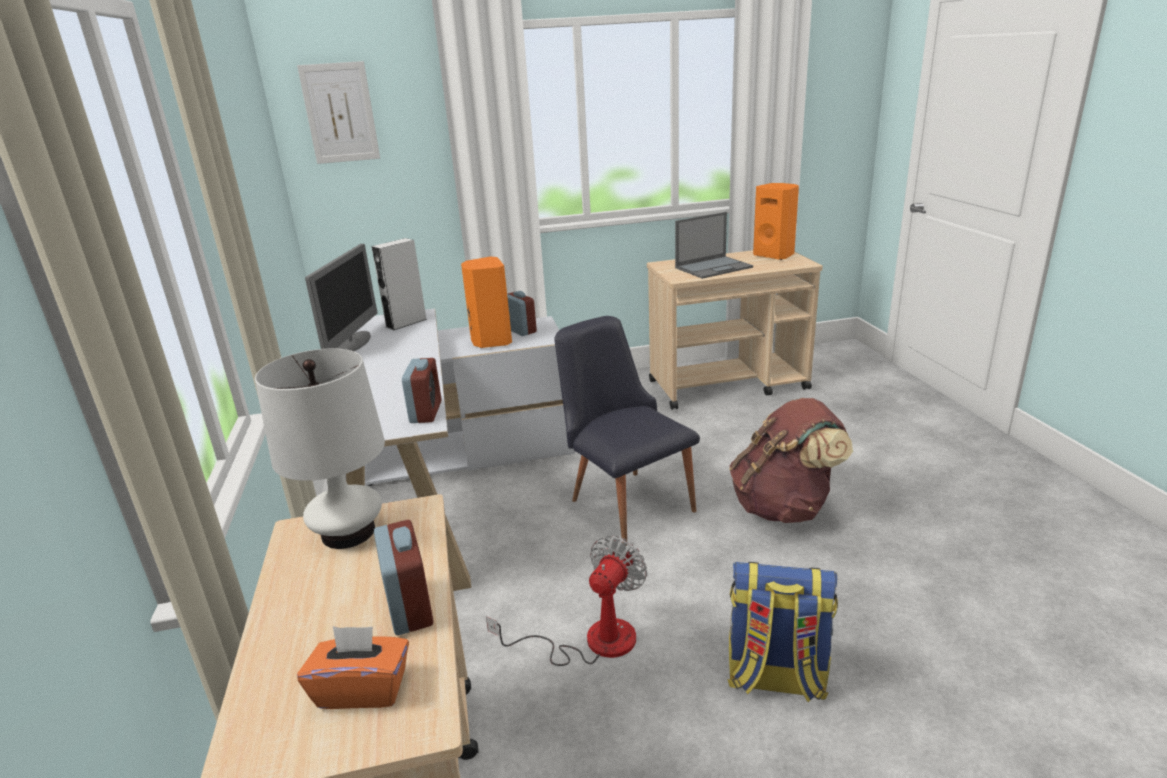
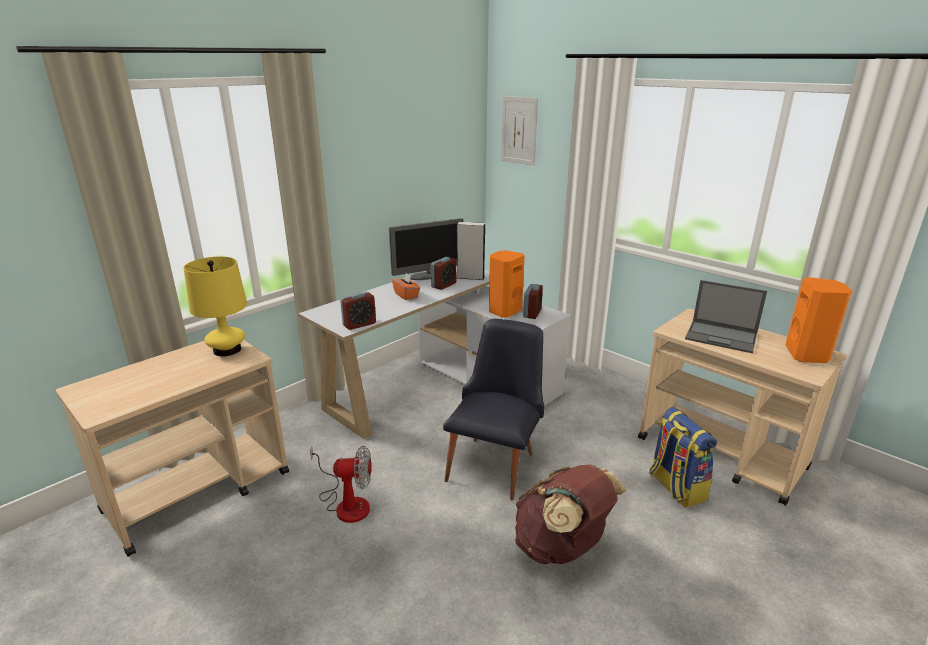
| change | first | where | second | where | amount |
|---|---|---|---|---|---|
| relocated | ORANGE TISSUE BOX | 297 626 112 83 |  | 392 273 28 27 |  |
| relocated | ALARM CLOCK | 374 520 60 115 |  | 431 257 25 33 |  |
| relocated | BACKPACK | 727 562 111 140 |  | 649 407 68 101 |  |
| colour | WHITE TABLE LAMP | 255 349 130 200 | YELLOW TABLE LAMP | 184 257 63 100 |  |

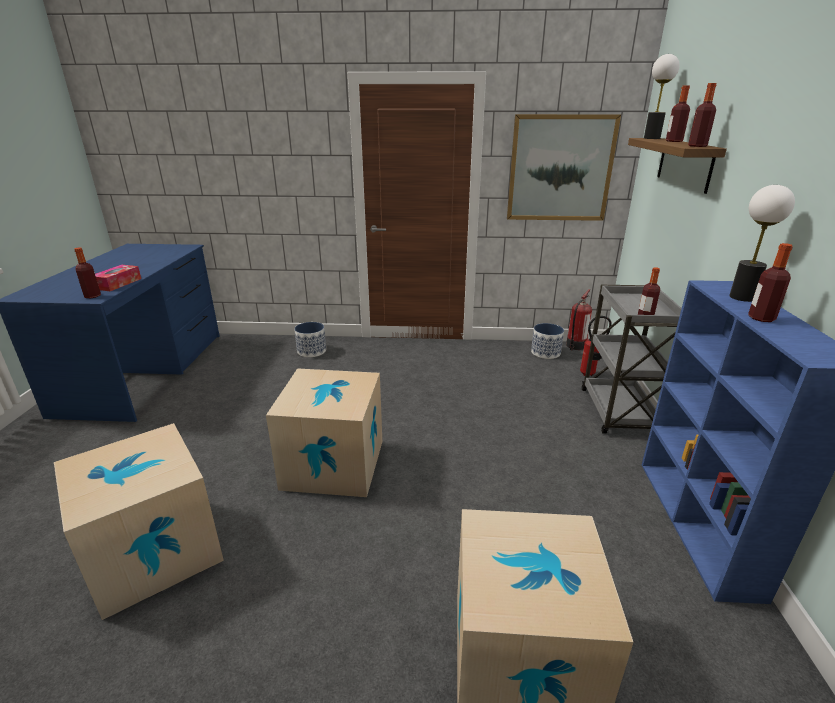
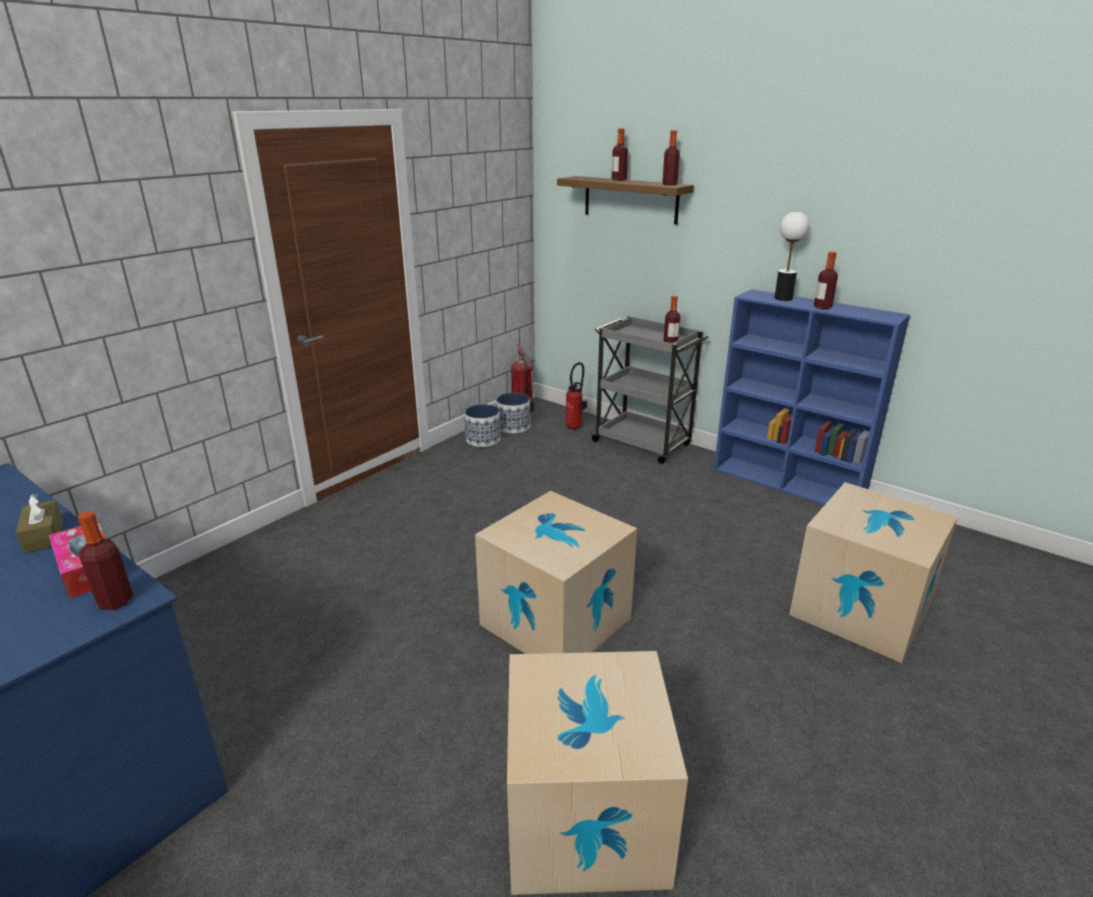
| change | first | where | second | where | amount |
|---|---|---|---|---|---|
| missing | PICTURE | 507 114 114 107 |  |  |  |
| missing | TABLE LAMP | 644 54 36 85 |  |  |  |
| appeared |  |  | BROWN TISSUE BOX | 16 494 47 59 |  |
| relocated | PLANTER | 294 322 32 35 |  | 464 404 37 43 |  |

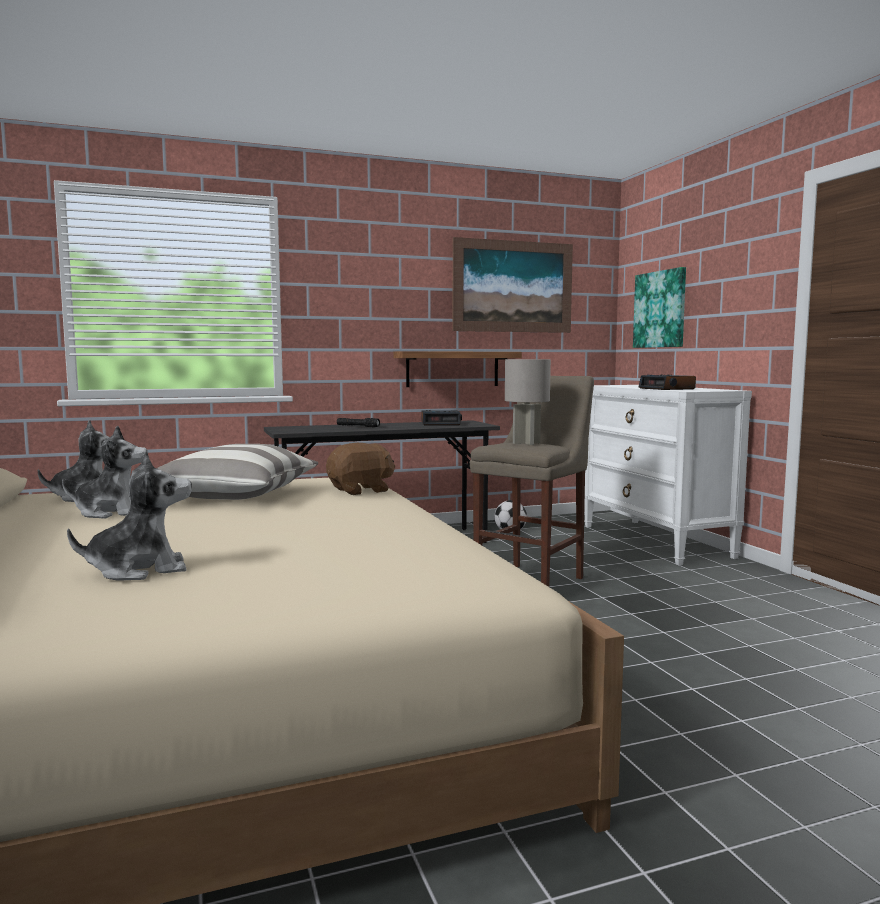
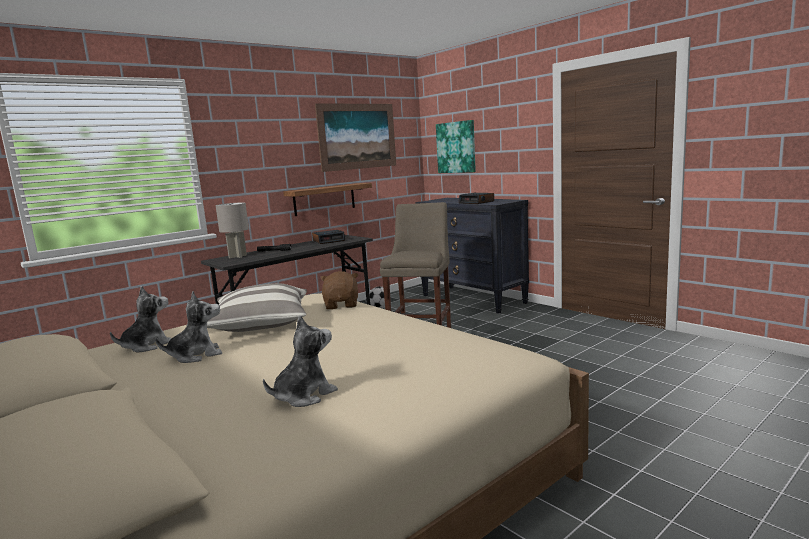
| change | first | where | second | where | amount |
|---|---|---|---|---|---|
| relocated | GREY TABLE LAMP | 505 359 46 86 |  | 216 202 33 56 |  |
| colour | WHITE DRESSER | 584 385 168 180 | BLACK DRESSER | 416 198 113 116 |  |
| spun | BROWN PLUSH TOY | 326 443 69 52 |  | 320 271 39 38 | 45 degrees counterclockwise |

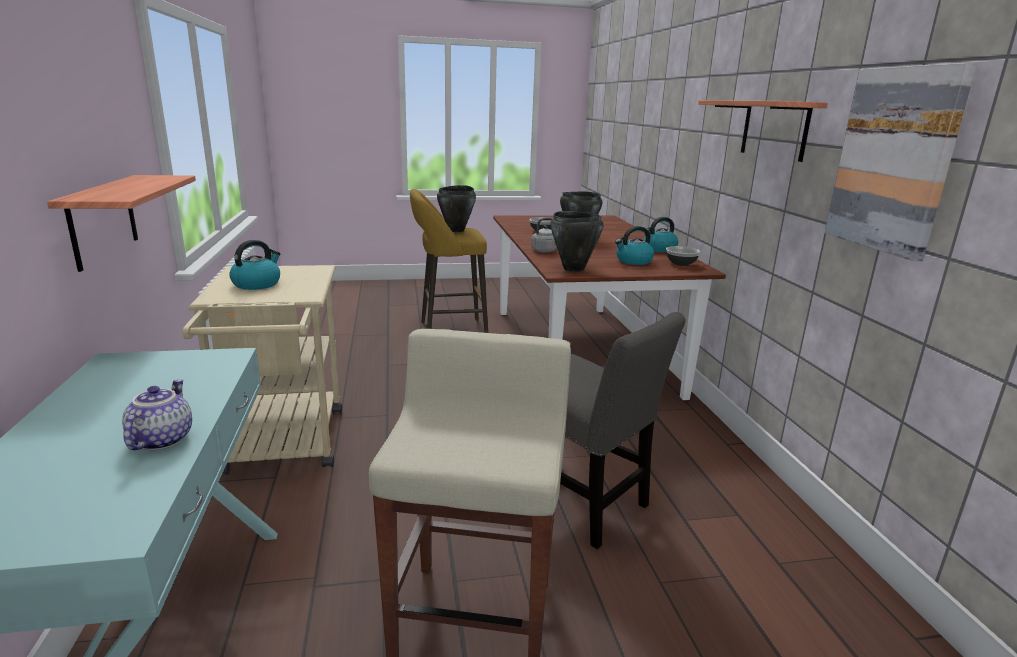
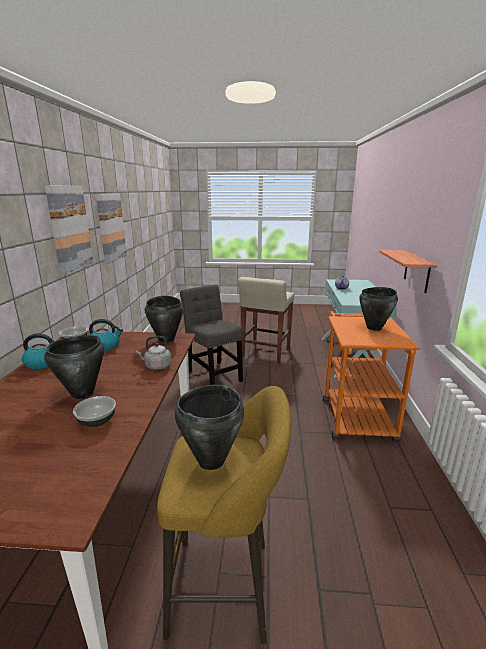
| change | first | where | second | where | amount |
|---|---|---|---|---|---|
| exchanged | KETTLE | 229 240 51 50 | BLACK COOKING POT | 359 287 39 44 |  |
| exchanged | SHELF | 698 100 130 62 | PICTURE | 45 185 48 89 |  |
| colour | BEIGE CART | 183 265 159 210 | ORANGE CART | 323 311 97 131 |  |

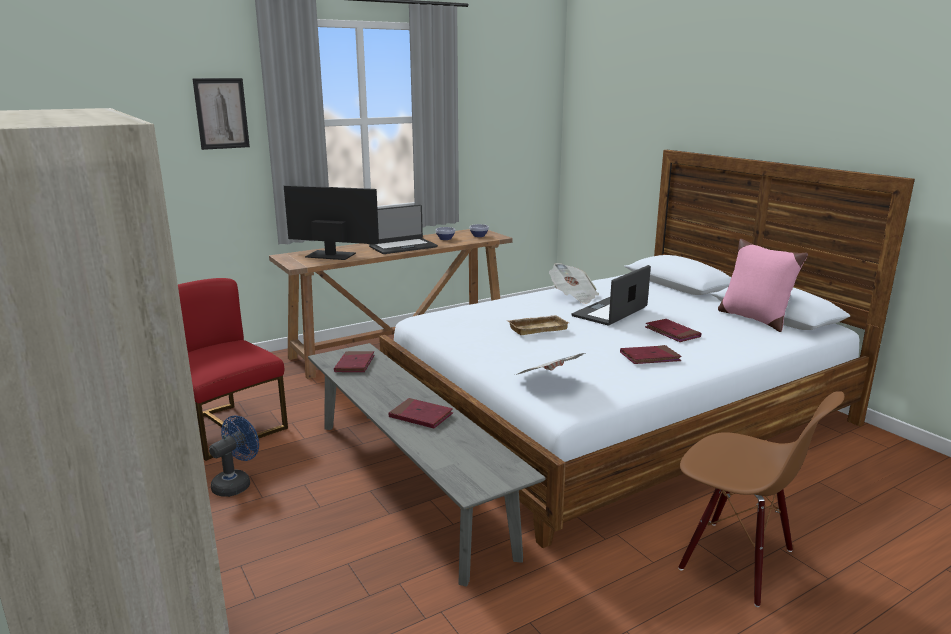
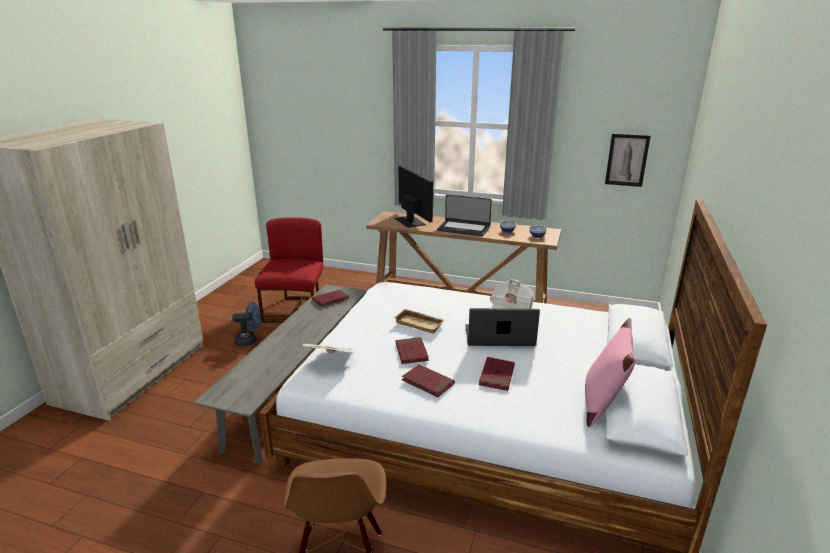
| change | first | where | second | where | amount |
|---|---|---|---|---|---|
| relocated | PICTURE | 192 78 58 72 |  | 605 134 46 53 |  |
| relocated | RED BOOK | 389 398 64 31 |  | 396 337 33 27 |  |

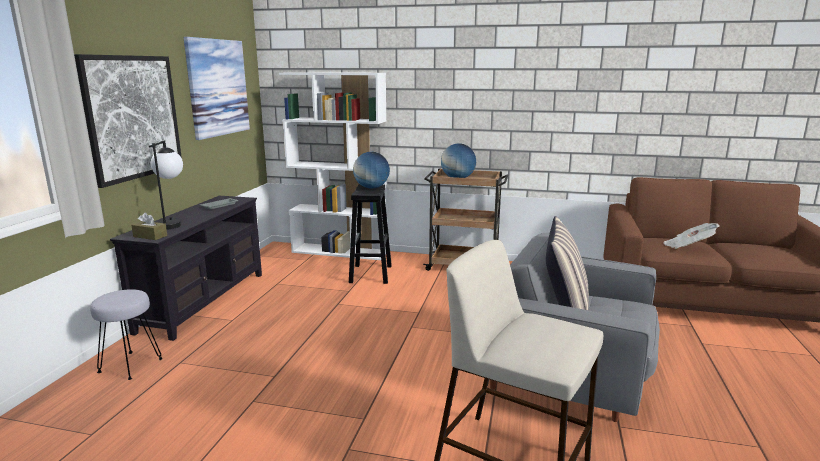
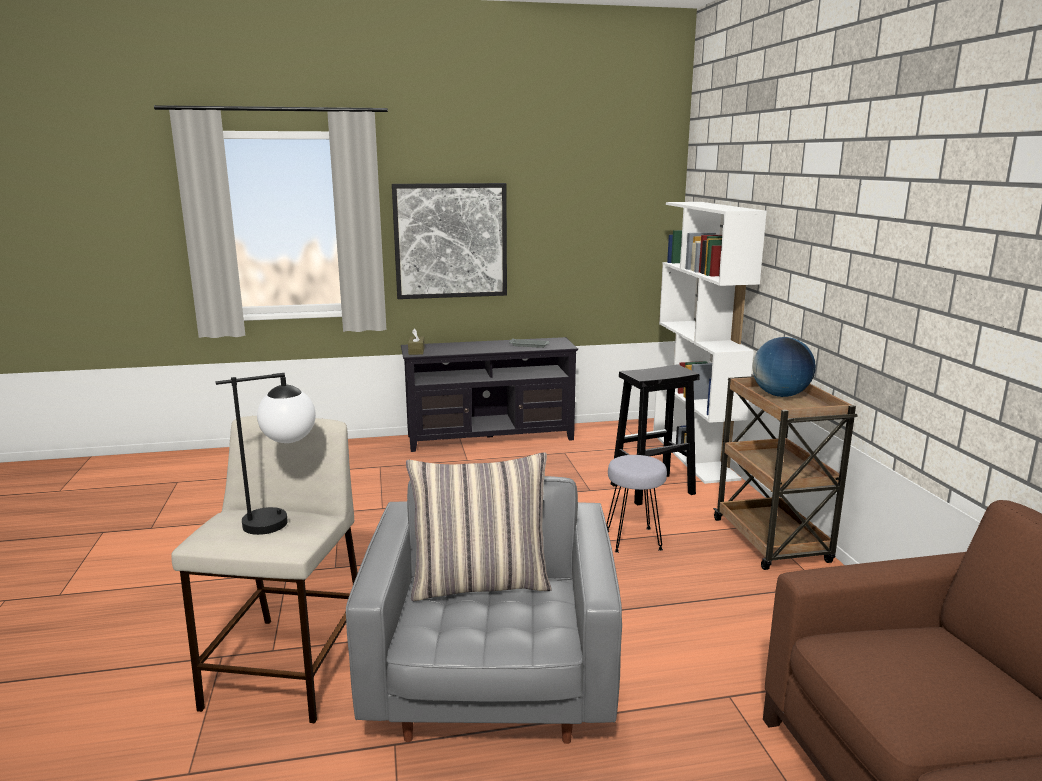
| change | first | where | second | where | amount |
|---|---|---|---|---|---|
| missing | PICTURE | 183 37 67 103 |  |  |  |
| missing | GLOBE | 353 152 37 37 |  |  |  |
| missing | NEWSPAPER | 663 223 57 26 |  |  |  |
| relocated | GREY STOOL | 90 289 73 91 |  | 606 455 61 98 |  |
| relocated | TABLE LAMP | 149 140 34 90 |  | 216 373 100 162 |  |

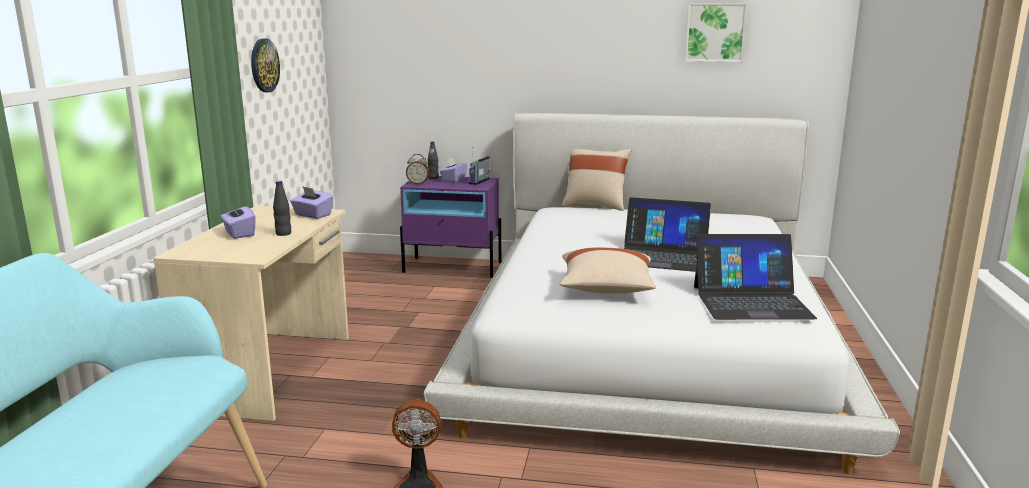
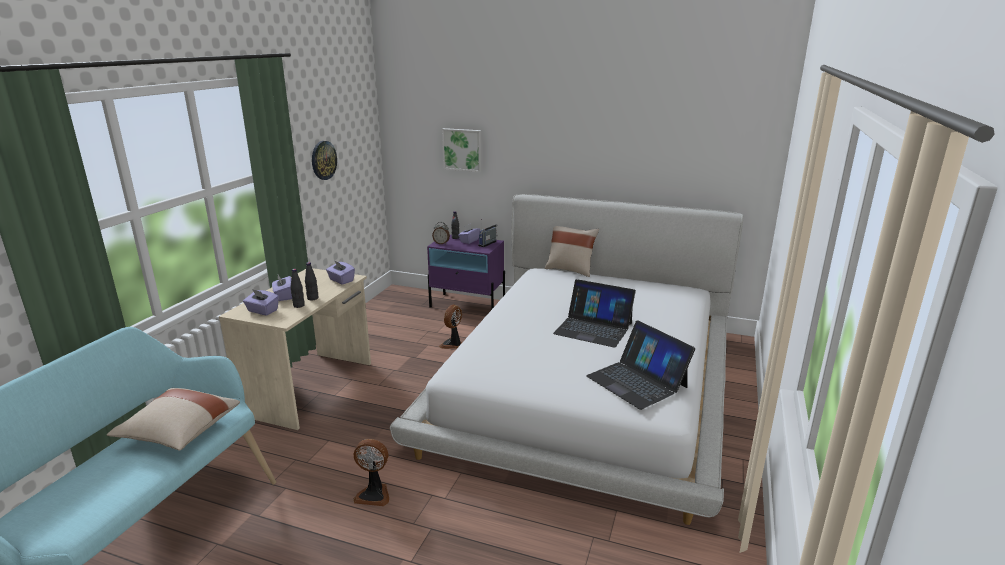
| change | first | where | second | where | amount |
|---|---|---|---|---|---|
| appeared |  |  | PURPLE TISSUE BOX | 243 289 36 26 |  |
| appeared |  |  | BLACK BOTTLE | 291 269 14 39 |  |
| appeared |  |  | FAN | 439 305 23 44 |  |
| relocated | BEIGE PILLOW | 560 248 96 46 |  | 107 388 133 63 |  |
| relocated | PICTURE | 685 3 63 59 |  | 442 128 40 44 |  |
| spun | LAPTOP | 694 234 123 86 |  | 586 320 109 90 | 45 degrees clockwise |

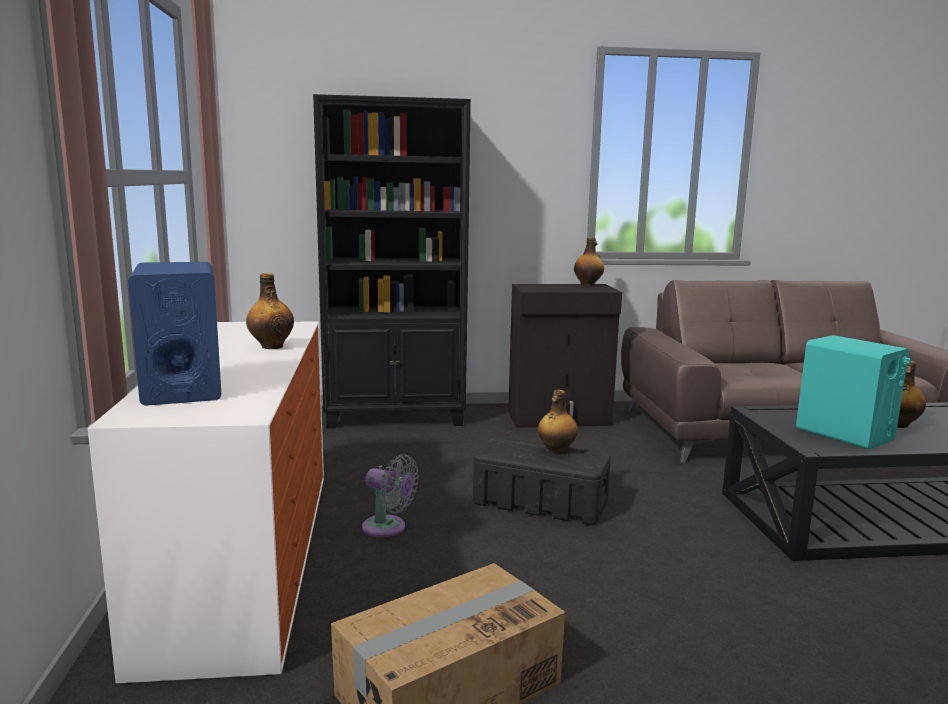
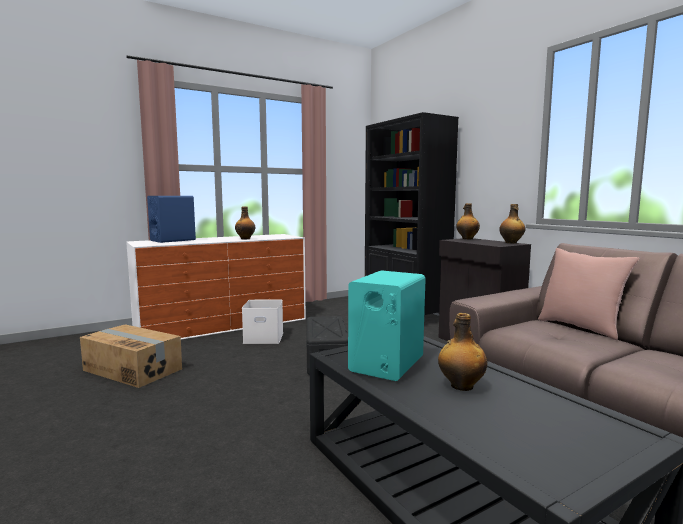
| change | first | where | second | where | amount |
|---|---|---|---|---|---|
| appeared |  |  | PINK PILLOW | 538 248 101 92 |  |
| relocated | BOTTLE | 538 390 40 64 |  | 456 203 24 36 |  |
| exchanged | GREY FAN | 362 454 57 83 | WHITE STORAGE BOX | 242 300 41 44 |  |

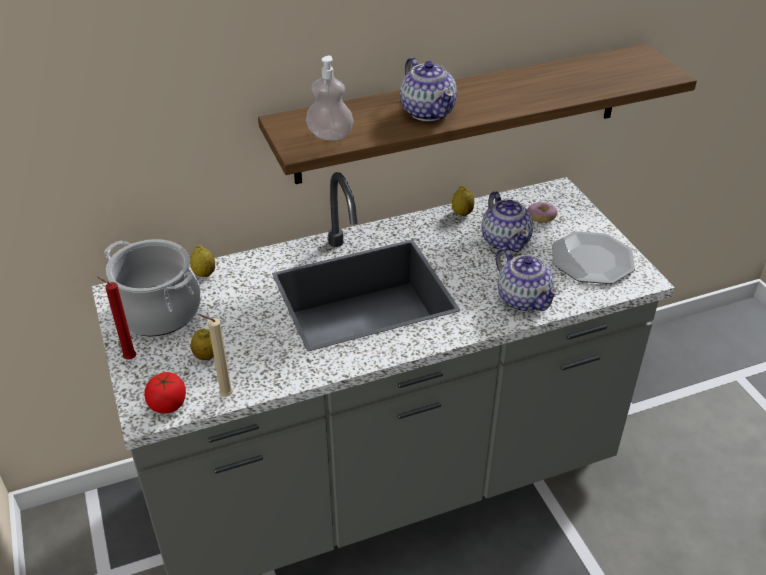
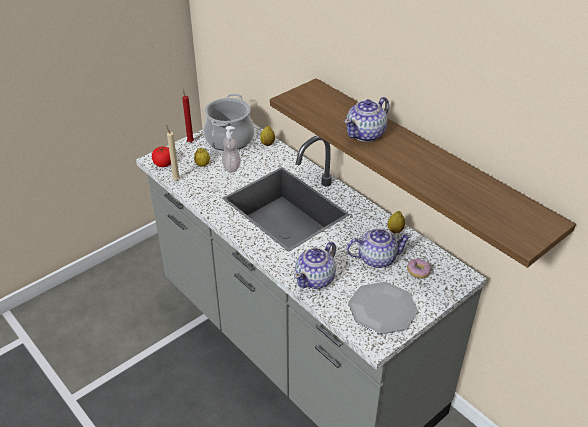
| change | first | where | second | where | amount |
|---|---|---|---|---|---|
| relocated | SOAP DISPENSER | 306 56 48 84 |  | 222 126 19 46 |  |
| spun | TEAPOT | 481 191 52 61 |  | 346 228 66 40 | 150 degrees counterclockwise |

